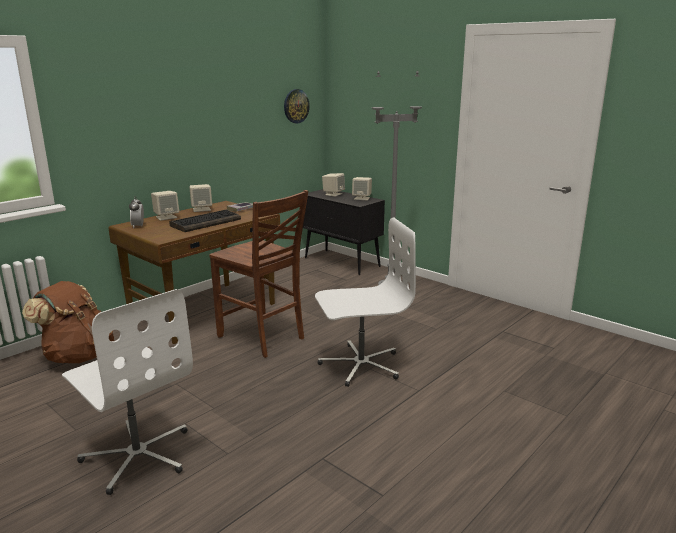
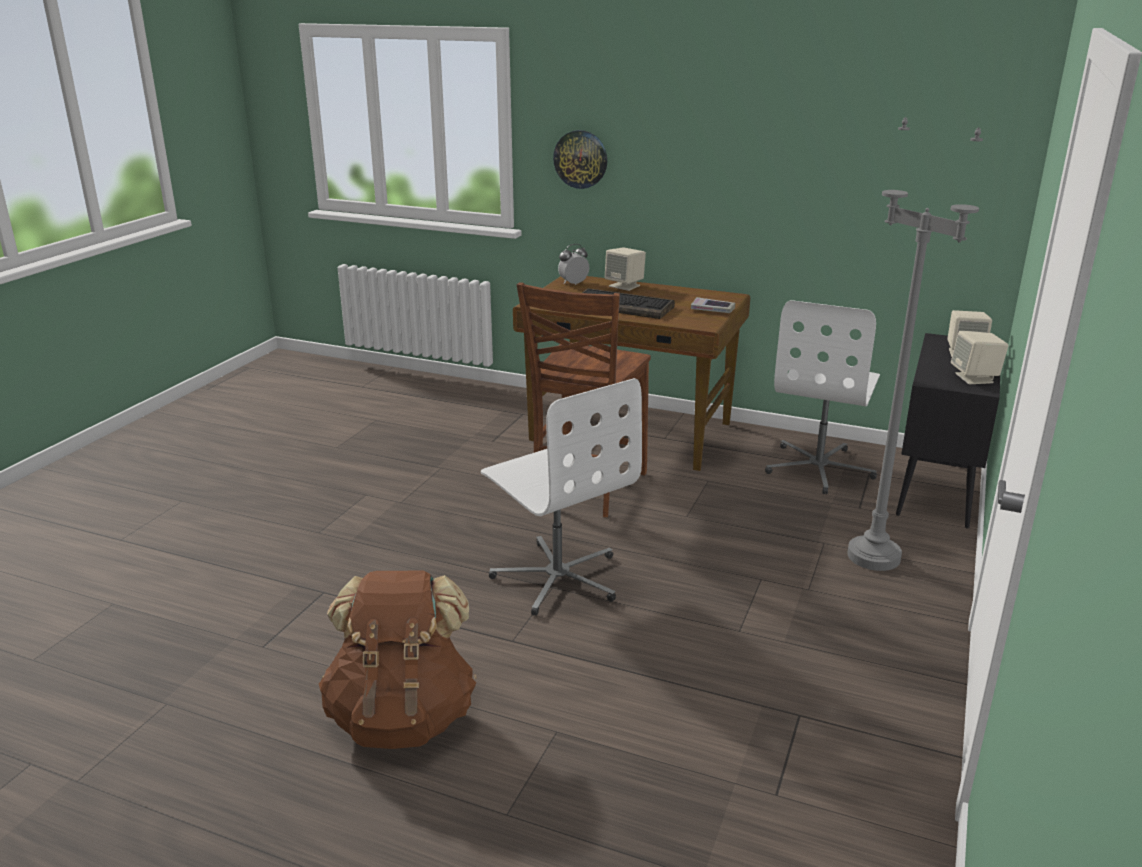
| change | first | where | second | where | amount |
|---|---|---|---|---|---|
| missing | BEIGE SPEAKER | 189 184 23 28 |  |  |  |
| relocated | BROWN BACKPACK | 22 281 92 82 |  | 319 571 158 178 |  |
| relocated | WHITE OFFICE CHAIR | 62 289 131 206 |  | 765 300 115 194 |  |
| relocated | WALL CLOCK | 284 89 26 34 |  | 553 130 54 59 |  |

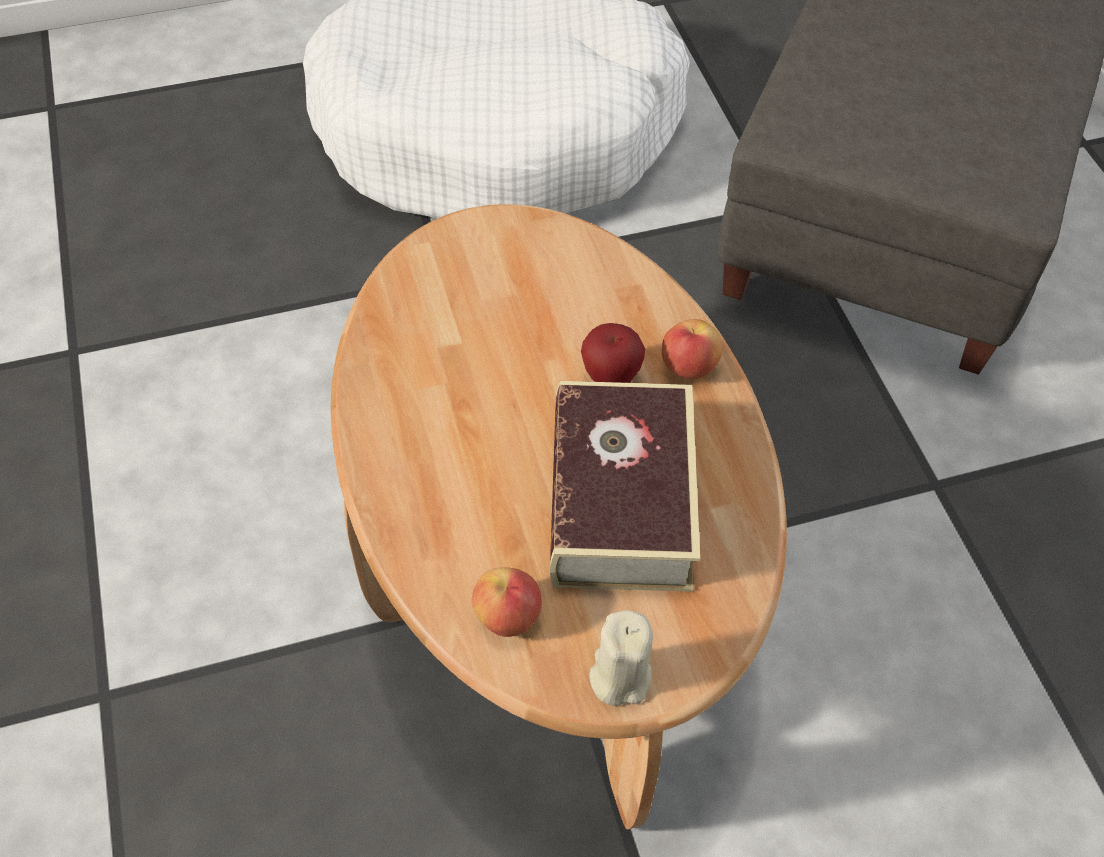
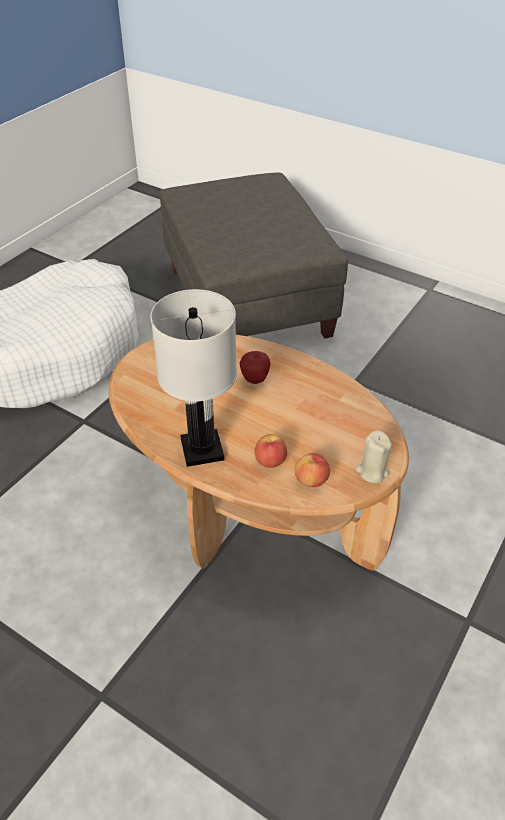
| change | first | where | second | where | amount |
|---|---|---|---|---|---|
| missing | BOOK | 550 381 150 211 |  |  |  |
| appeared |  |  | WHITE TABLE LAMP | 150 289 87 178 |  |
| relocated | APPLE | 662 319 61 60 |  | 254 434 33 34 |  |

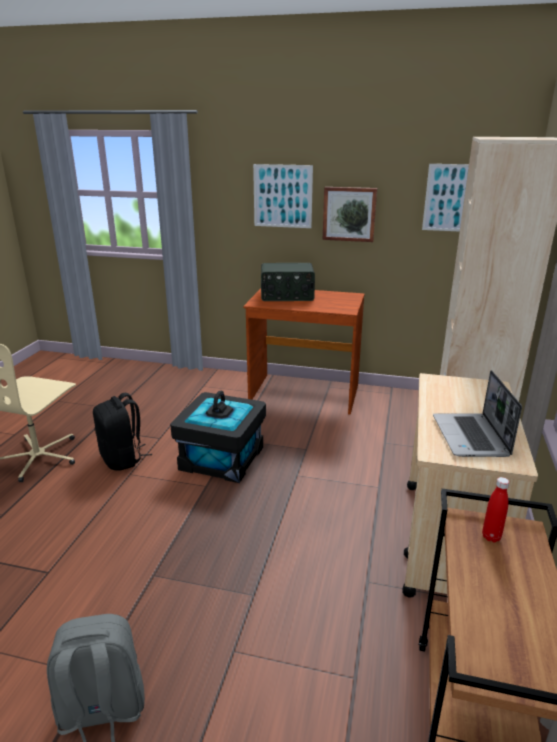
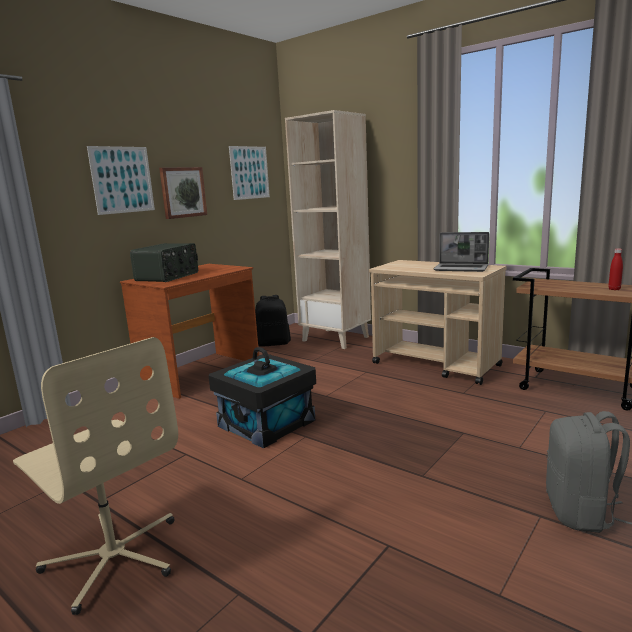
| change | first | where | second | where | amount |
|---|---|---|---|---|---|
| relocated | BLACK BACKPACK | 93 393 59 78 |  | 255 295 36 52 |  |
| relocated | RED BOTTLE | 482 477 27 65 |  | 608 249 15 41 |  |

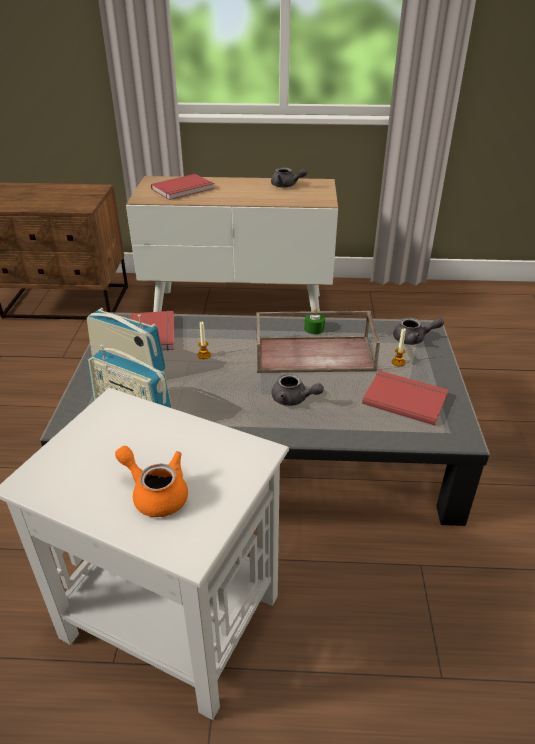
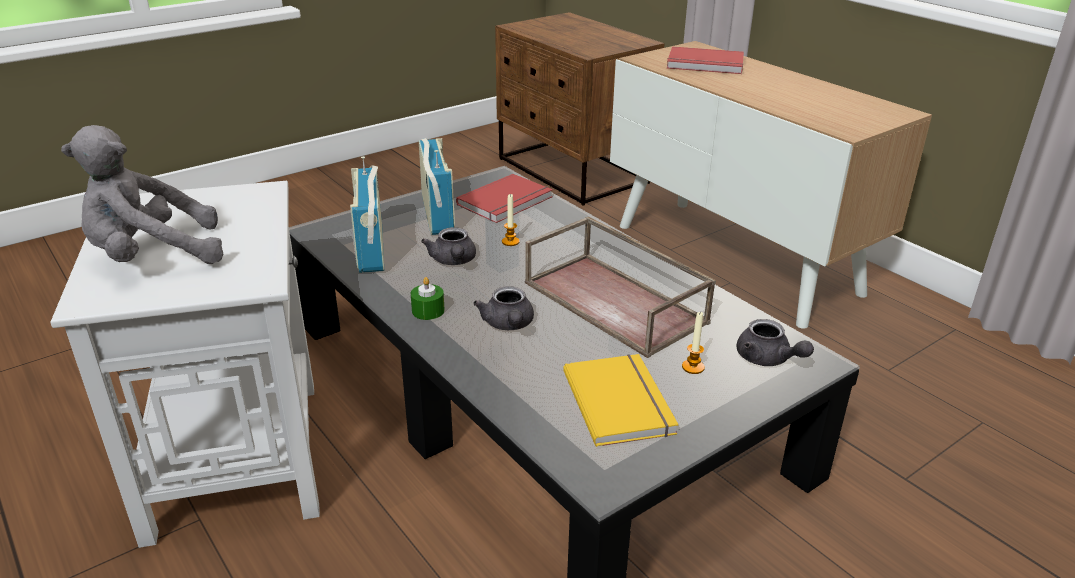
| change | first | where | second | where | amount |
|---|---|---|---|---|---|
| relocated | GREY TEAPOT | 271 167 36 21 |  | 421 227 55 38 |  |
| relocated | GREEN CANDLE | 304 308 21 26 |  | 411 277 34 43 |  |
| exchanged | ORANGE TEAPOT | 115 446 73 71 | GREY PLUSH TOY | 61 125 163 139 |  |
| colour | RED BOOK | 362 371 86 54 | YELLOW BOOK | 563 354 116 93 |  |

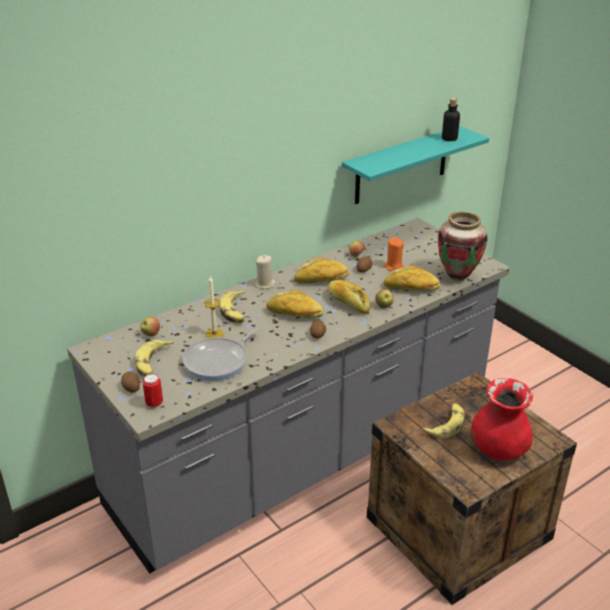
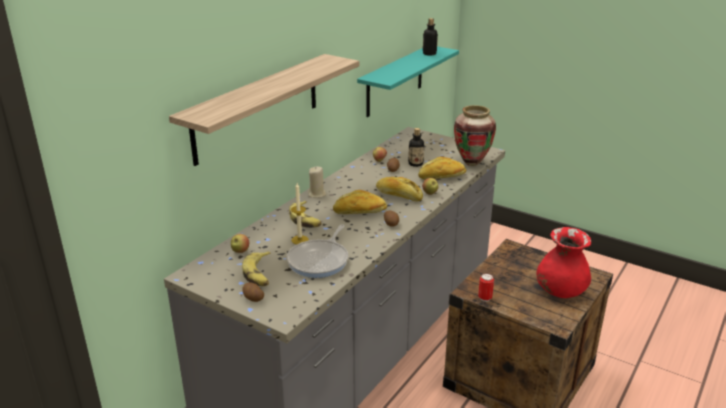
| change | first | where | second | where | amount |
|---|---|---|---|---|---|
| missing | BREAD | 295 257 54 27 |  |  |  |
| missing | BANANA | 423 403 42 35 |  |  |  |
| appeared |  |  | SHELF | 169 54 190 112 |  |
| relocated | CAN | 142 374 21 34 |  | 478 273 16 29 |  |
| exchanged | ORANGE CANDLE | 383 237 21 34 | BOTTLE | 408 128 16 39 |  |

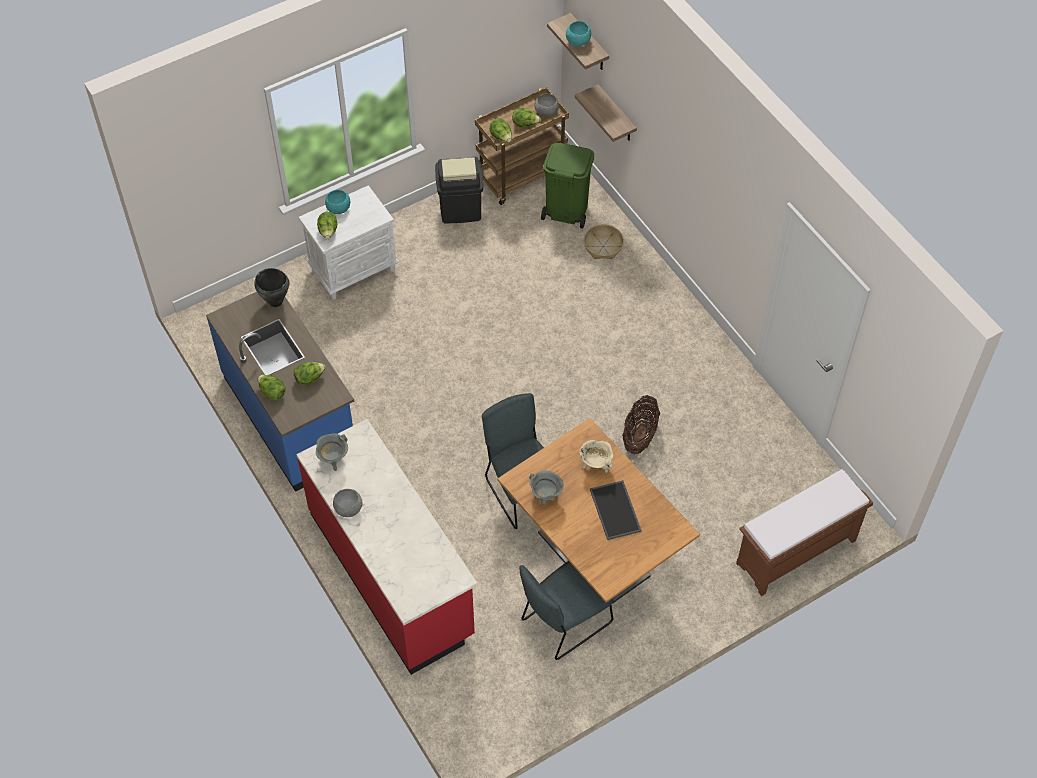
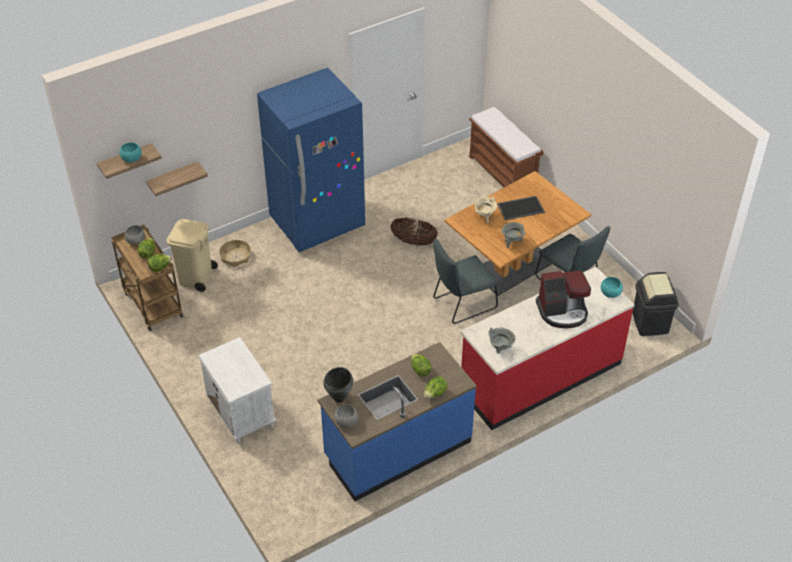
| change | first | where | second | where | amount |
|---|---|---|---|---|---|
| missing | LETTUCE | 317 212 20 27 |  |  |  |
| appeared |  |  | BLUE FRIDGE | 257 68 108 184 |  |
| appeared |  |  | COFFEE MACHINE | 536 270 55 58 |  |
| relocated | TURQUOISE BOWL | 325 190 25 24 |  | 601 277 22 21 |  |
| relocated | GREY BOWL | 333 489 30 28 |  | 334 404 24 24 |  |
| relocated | BLACK TRASH CAN | 435 157 48 67 |  | 633 272 46 64 |  |
| colour | GREEN TRASH CAN | 541 143 53 86 | BEIGE TRASH CAN | 166 219 52 73 |  |

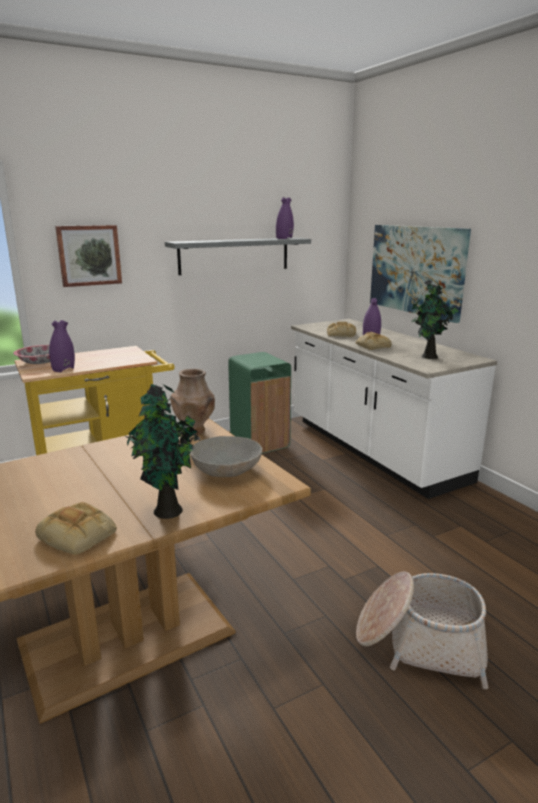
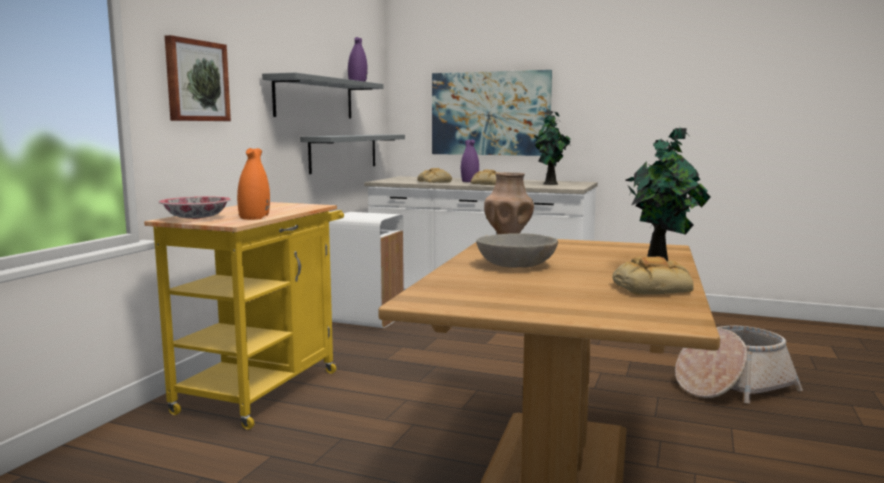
| change | first | where | second | where | amount |
|---|---|---|---|---|---|
| appeared |  |  | GREY SHELF | 300 134 105 40 |  |
| relocated | GREY BOWL | 190 436 72 41 |  | 476 233 82 35 |  |
| colour | PURPLE VASE | 49 320 26 52 | ORANGE VASE | 237 148 33 72 |  |
| colour | GREEN TRASH CAN | 228 352 63 102 | WHITE TRASH CAN | 329 212 75 116 |  |

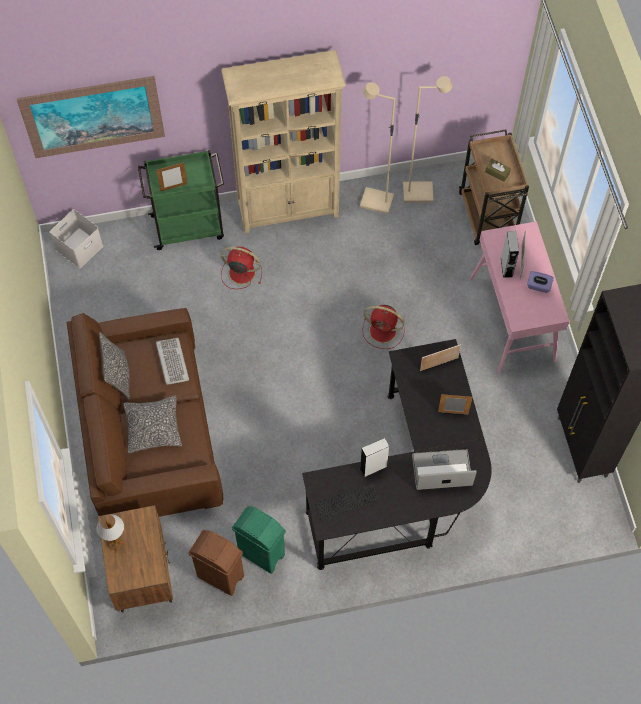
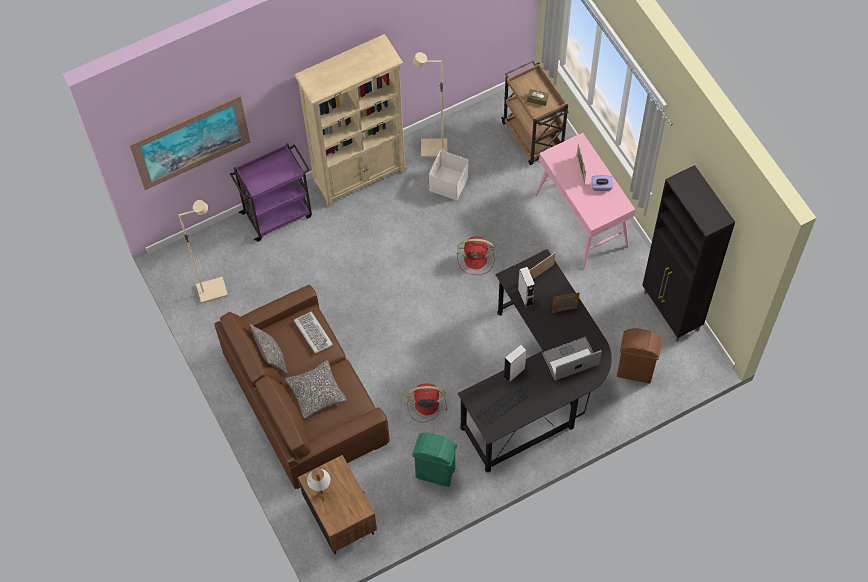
| change | first | where | second | where | amount |
|---|---|---|---|---|---|
| missing | PICTURE FRAME | 156 162 31 30 |  |  |  |
| relocated | WHITE STORAGE BOX | 50 209 53 59 |  | 429 150 40 50 |  |
| relocated | BROWN TRASH CAN | 189 530 55 66 |  | 617 328 45 55 |  |
| relocated | RED FAN | 221 247 41 42 |  | 407 383 40 39 |  |
| relocated | BEIGE FLOOR LAMP | 403 76 50 127 |  | 179 200 49 103 |  |
| relocated | GREY SPEAKER | 501 231 18 47 |  | 518 267 17 41 |  |
| colour | GREEN CART | 138 150 86 100 | PURPLE CART | 230 143 82 99 |  |

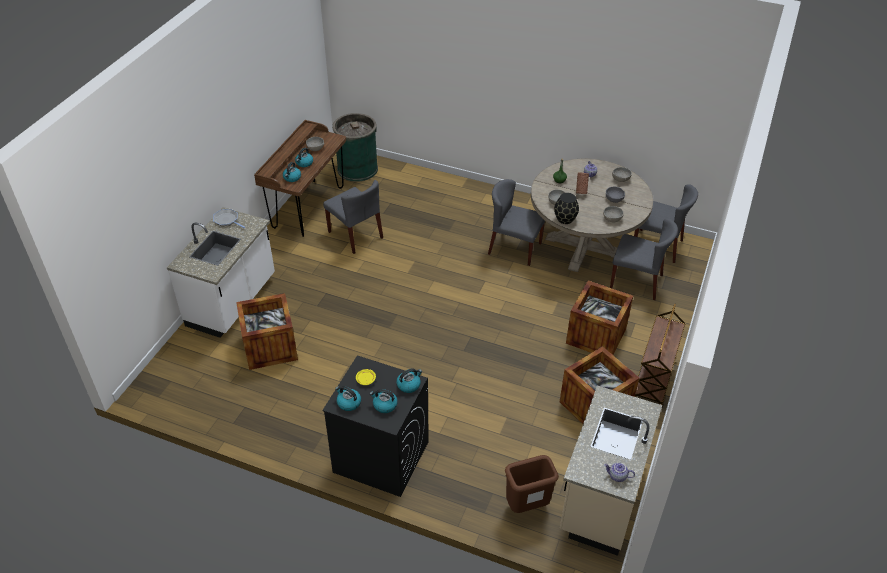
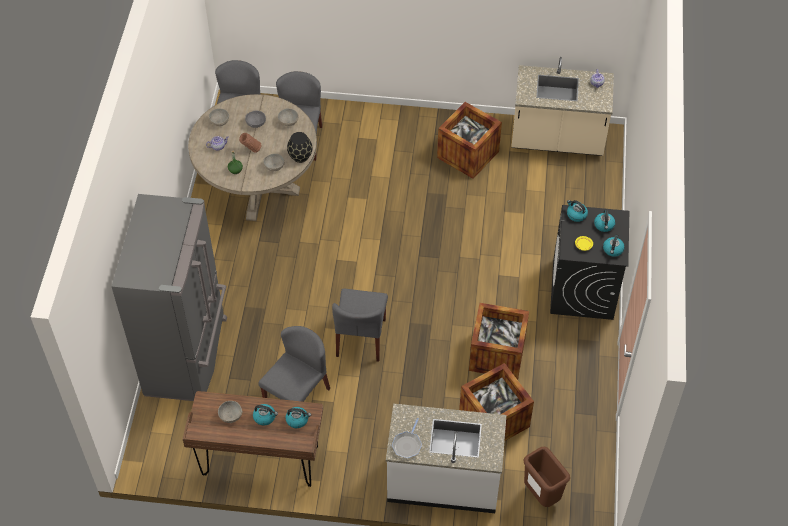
| change | first | where | second | where | amount |
|---|---|---|---|---|---|
| missing | GREEN TRASH CAN | 332 113 46 69 |  |  |  |
| missing | BROWN CART | 635 303 51 104 |  |  |  |
| appeared |  |  | GREY FRIDGE | 111 194 116 207 |  |
| relocated | GREY CHAIR | 488 179 57 87 |  | 332 289 56 73 |  |
| relocated | BROWN TRASH CAN | 505 455 54 58 |  | 524 447 46 60 |  |
| relocated | CRATE | 566 280 67 75 |  | 469 303 60 76 |  |

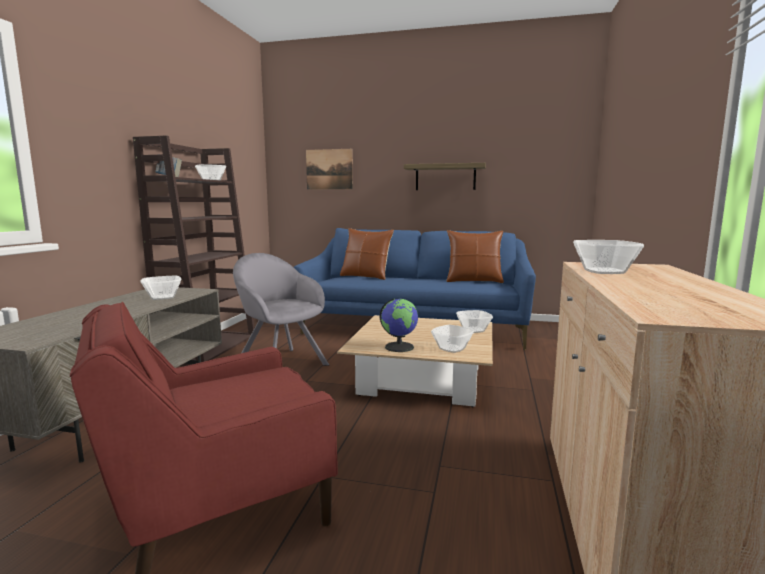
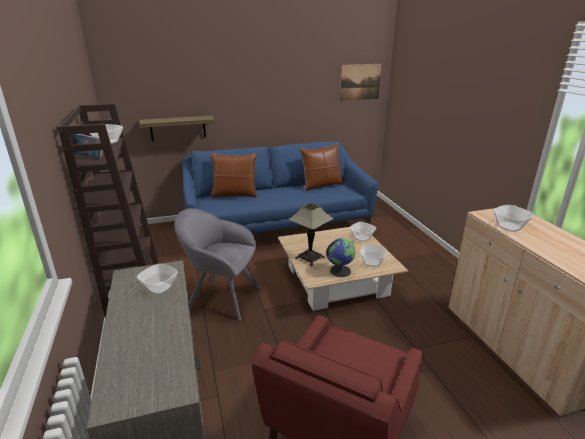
| change | first | where | second | where | amount |
|---|---|---|---|---|---|
| appeared |  |  | TABLE LAMP | 289 203 44 63 |  |
| relocated | PICTURE | 306 149 47 41 |  | 340 64 41 37 |  |
| relocated | SHELF | 404 163 82 27 |  | 139 115 76 26 |  |

